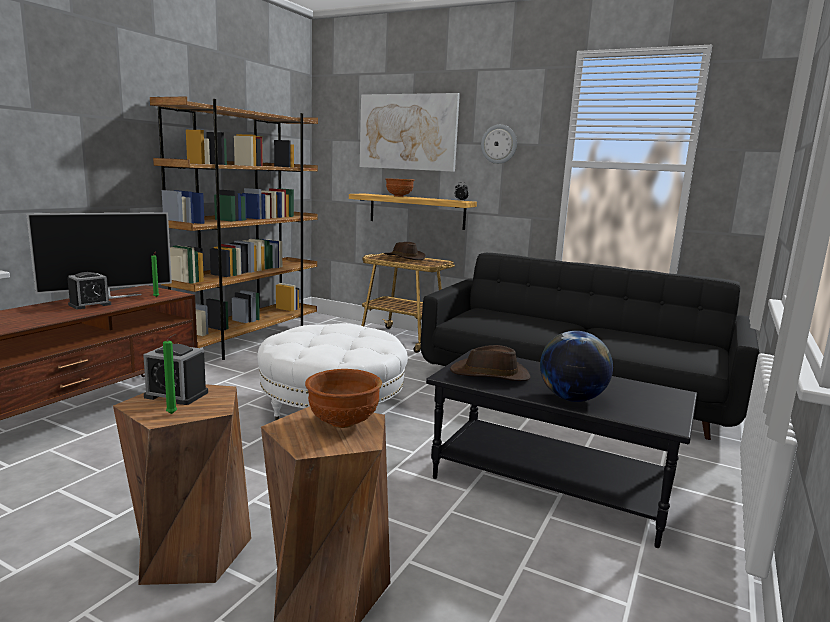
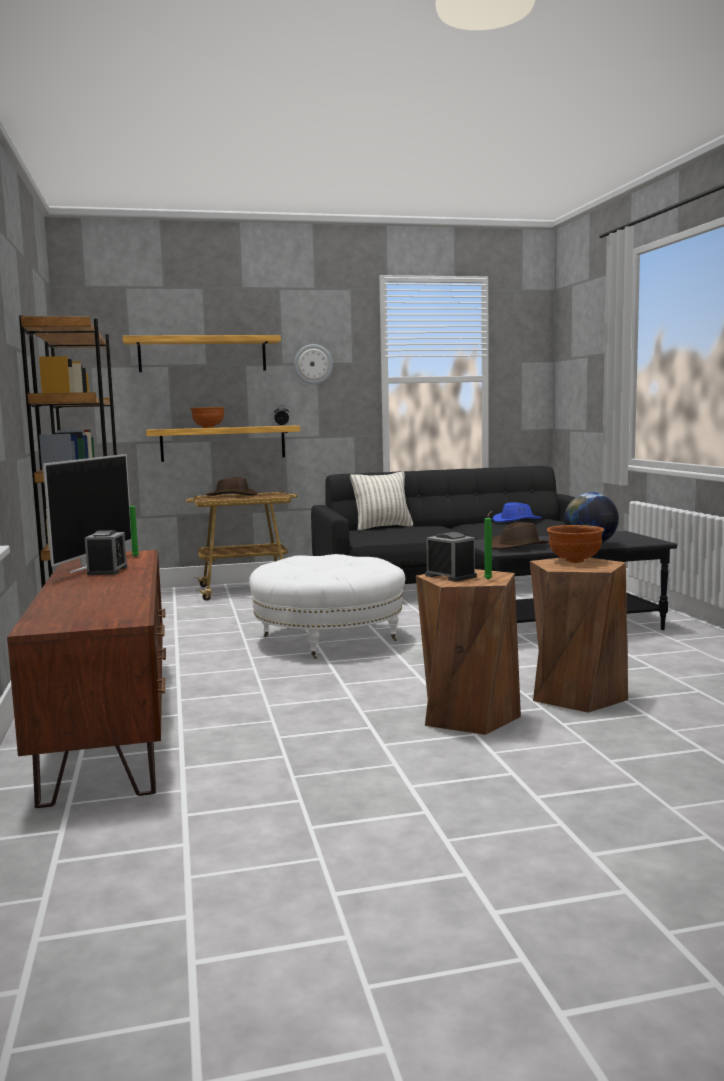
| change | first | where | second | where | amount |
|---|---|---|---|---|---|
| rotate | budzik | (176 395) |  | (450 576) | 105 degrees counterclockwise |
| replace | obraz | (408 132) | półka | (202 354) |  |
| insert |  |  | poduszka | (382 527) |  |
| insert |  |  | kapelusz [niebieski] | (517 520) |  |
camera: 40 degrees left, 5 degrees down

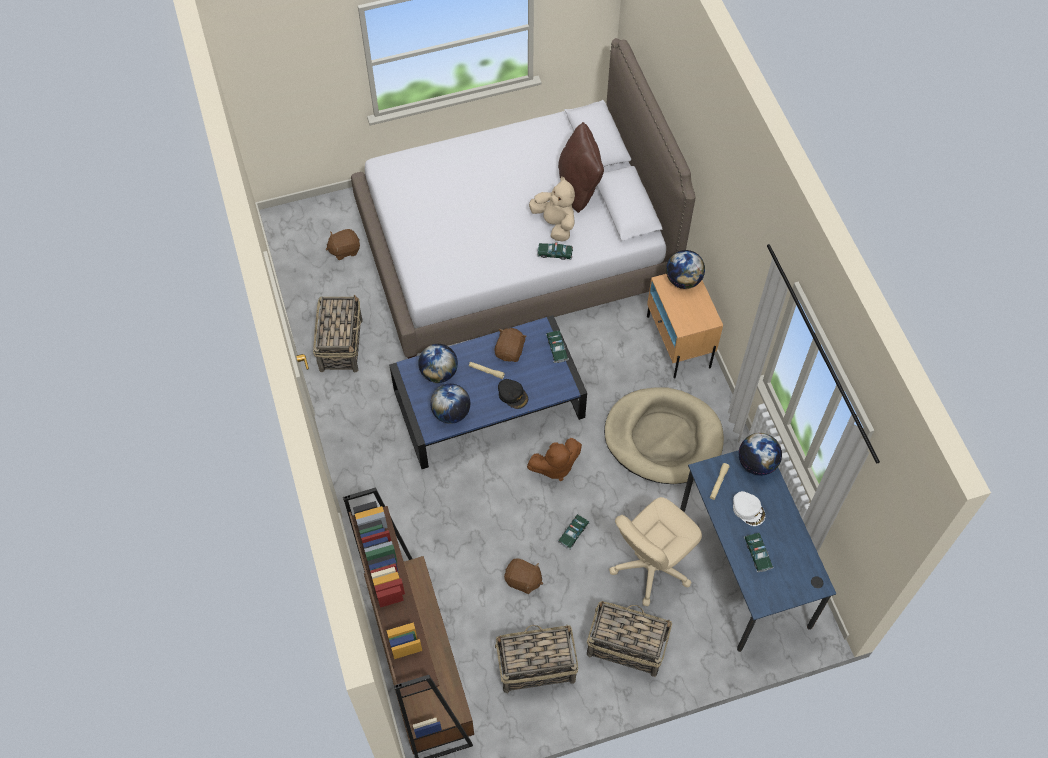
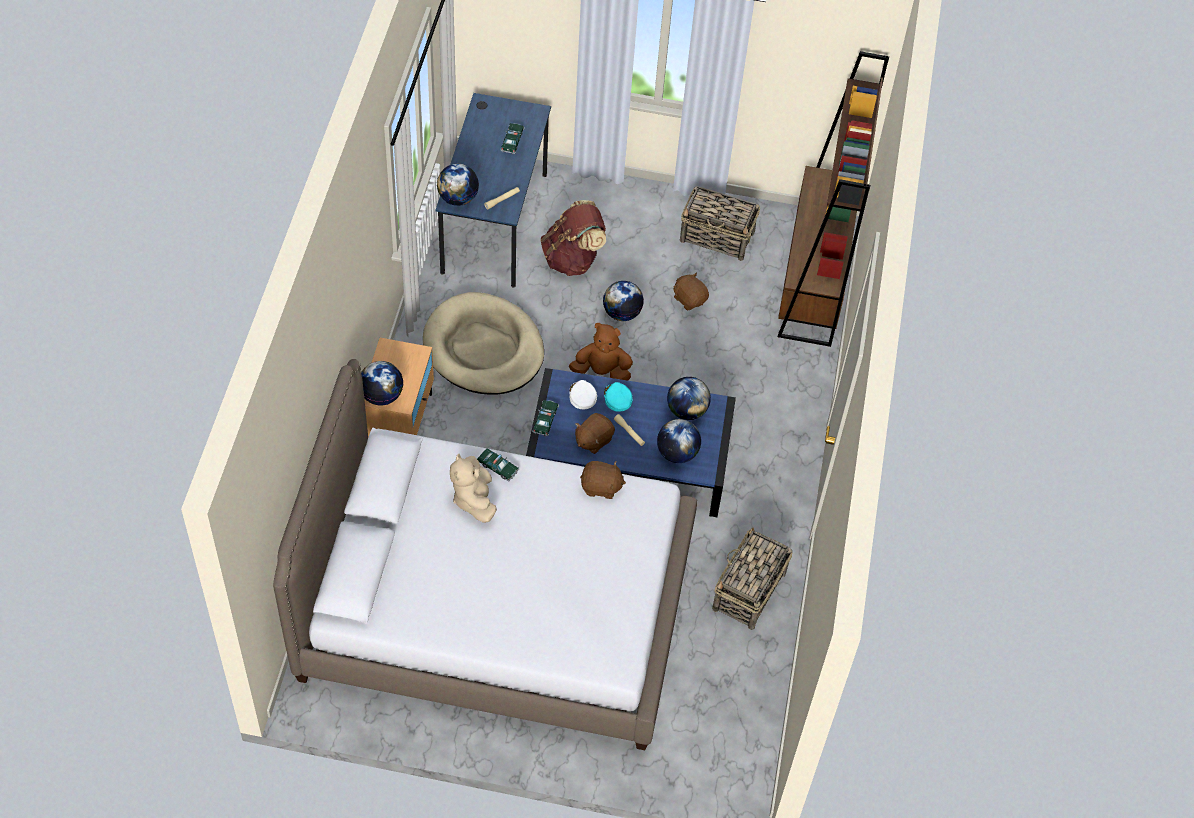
| change | first | where | second | where | amount |
|---|---|---|---|---|---|
| move | pluszak [brązowy] | (344 250) |  | (601 487) |  |
| recolor | czapka z daszkiem [czarny] | (513 395) | czapka z daszkiem [turkusowy] | (617 398) |  |
| delete | poduszka [brązowy] | (579 187) |  |  |  |
| replace | samochodzik | (573 533) | globus | (622 313) |  |
| delete | koszyk | (625 646) |  |  |  |
| replace | krzesło biurowe [beżowy] | (651 566) | plecak [brązowy] | (572 259) |  |
| move | czapka z daszkiem [biały] | (748 510) |  | (582 396) |  |
camera: 155 degrees left, 5 degrees down

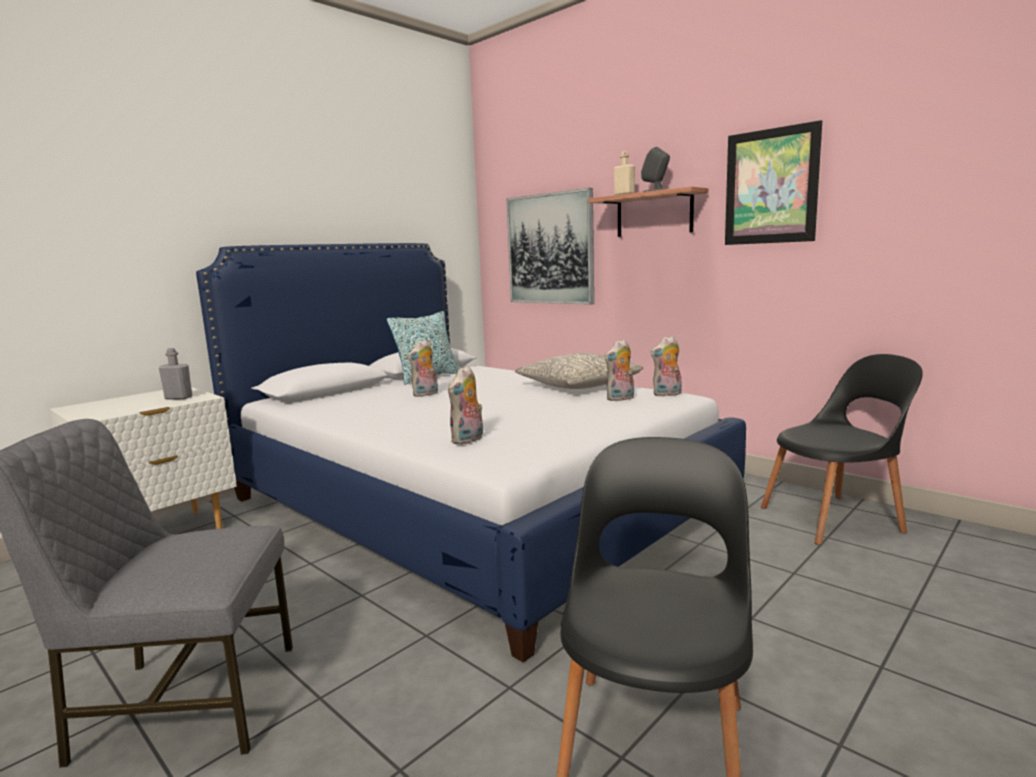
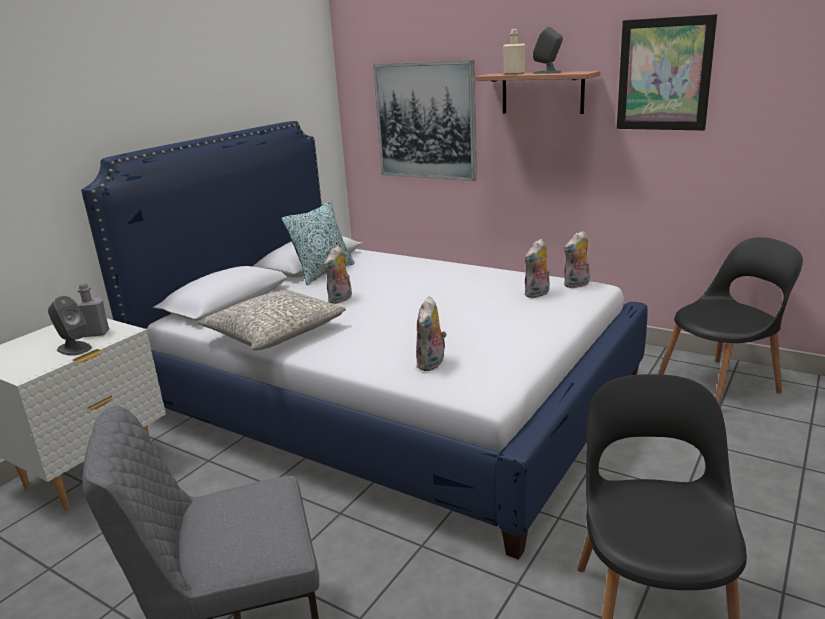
| change | first | where | second | where | amount |
|---|---|---|---|---|---|
| move | poduszka [szary] | (579 385) |  | (275 333) |  |
| insert |  |  | głośnik [szary] | (74 348) |  |
camera: 10 degrees left, 10 degrees up

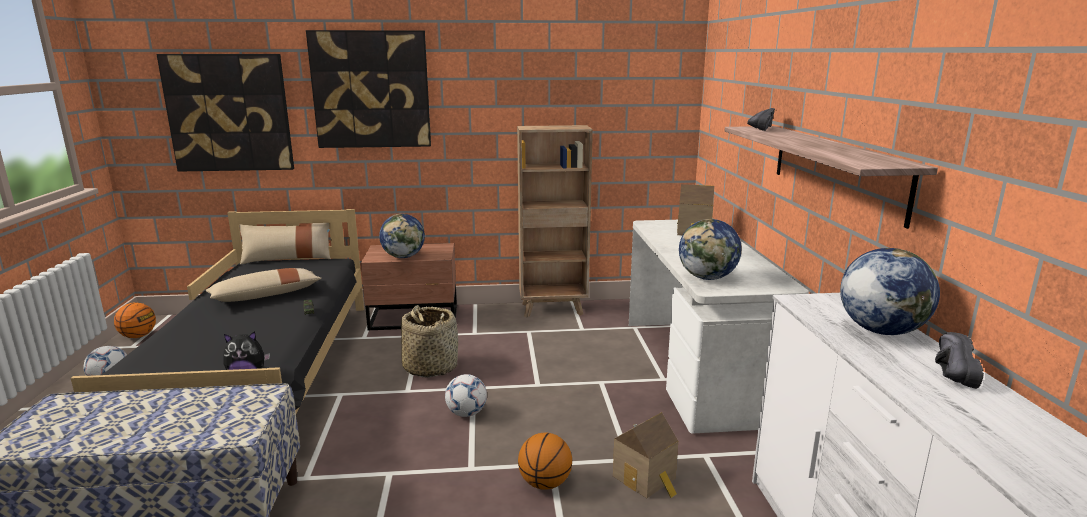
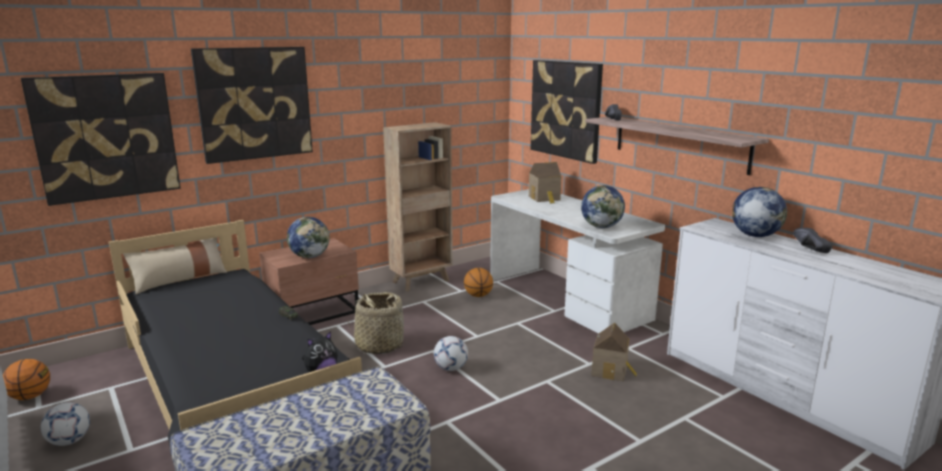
| change | first | where | second | where | amount |
|---|---|---|---|---|---|
| delete | poduszka [beżowy] | (266 295) |  |  |  |
| move | piłka do koszykówki | (544 483) |  | (478 296) |  |
| insert |  |  | obraz | (566 109) |  |
camera: 30 degrees left, 0 degrees up

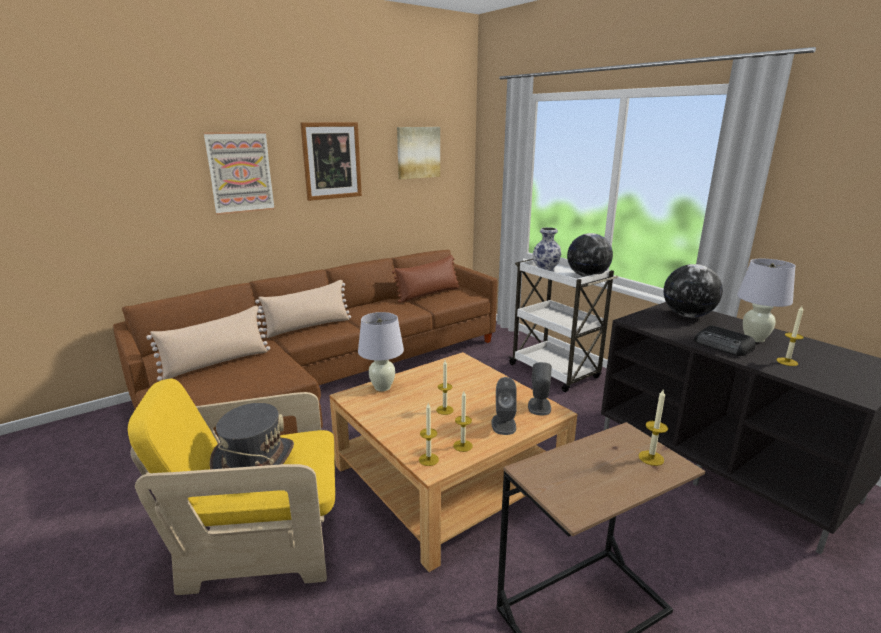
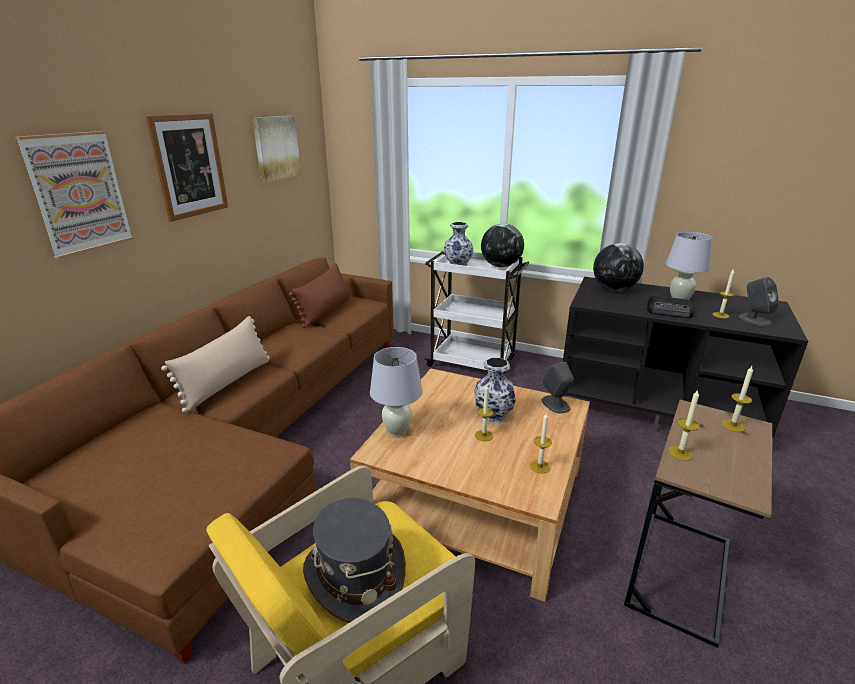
| change | first | where | second | where | amount |
|---|---|---|---|---|---|
| delete | poduszka [beżowy] | (216 363) |  |  |  |
| move | świeca | (428 459) |  | (680 453) |  |
| move | głośnik [szary] | (503 424) |  | (754 320) |  |
| insert |  |  | wazon | (493 415) |  |
camera: 30 degrees left, 5 degrees up

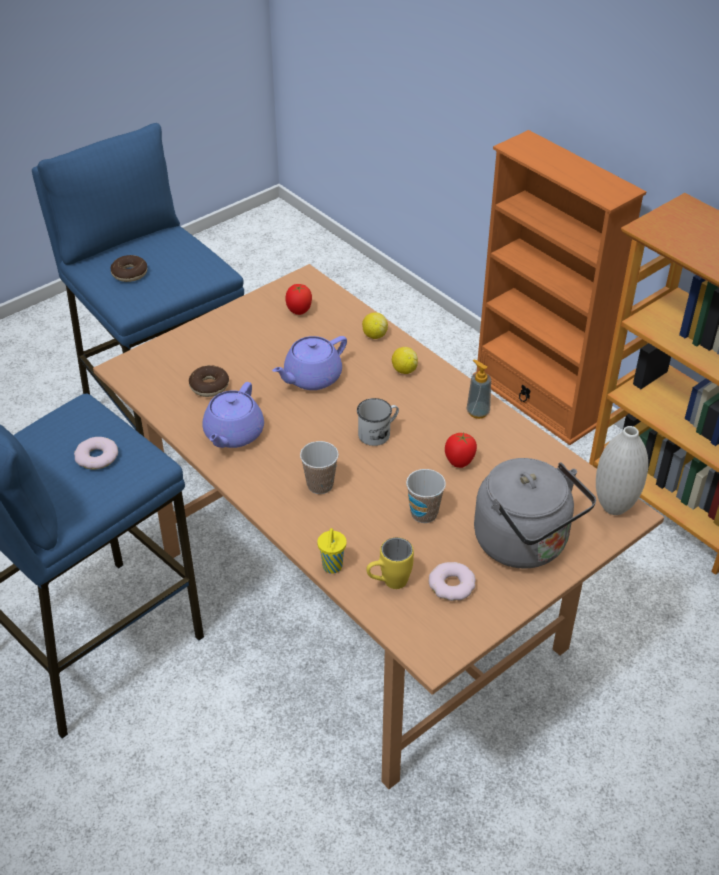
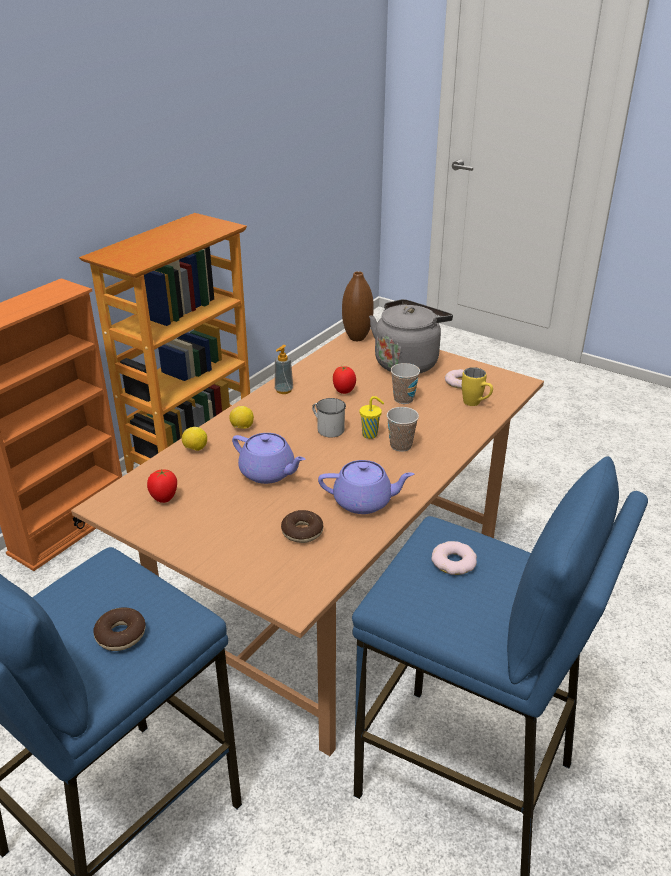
| change | first | where | second | where | amount |
|---|---|---|---|---|---|
| move | filiżanka [żółty] | (332 567) |  | (371 434) |  |
| recolor | wazon [biały] | (614 507) | wazon [brązowy] | (357 338) |  |
camera: 105 degrees left, 10 degrees down

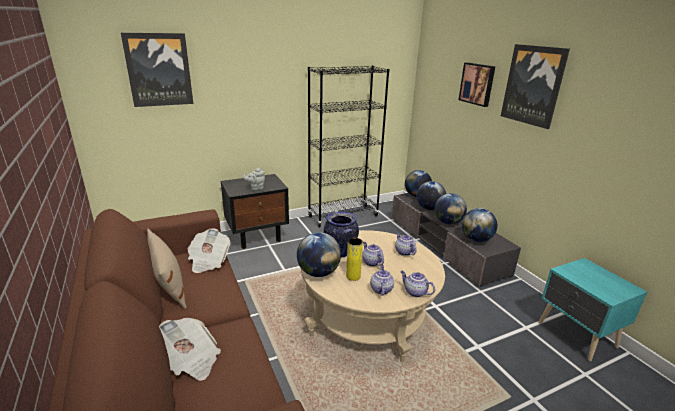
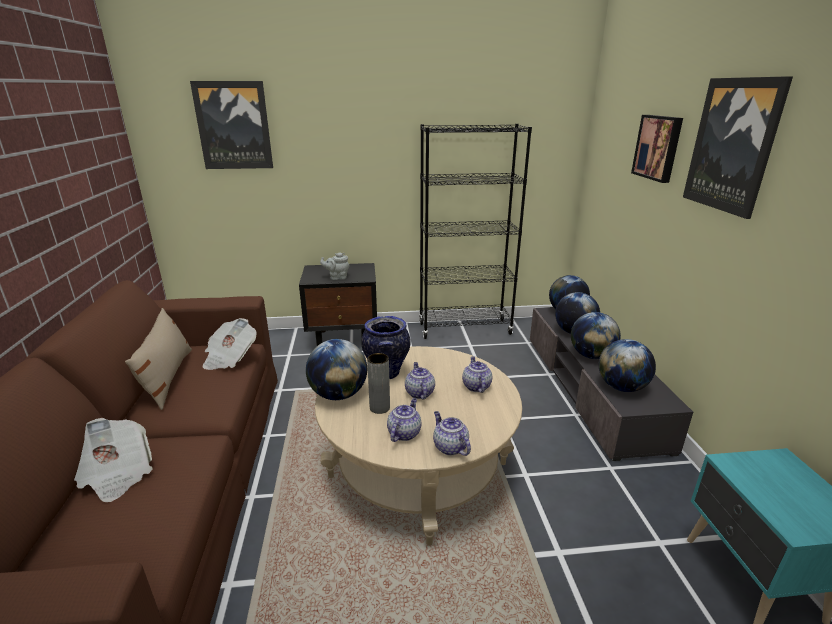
| change | first | where | second | where | amount |
|---|---|---|---|---|---|
| recolor | wazon [żółty] | (353 276) | wazon [szary] | (379 407) |  |
camera: 20 degrees right, 0 degrees up

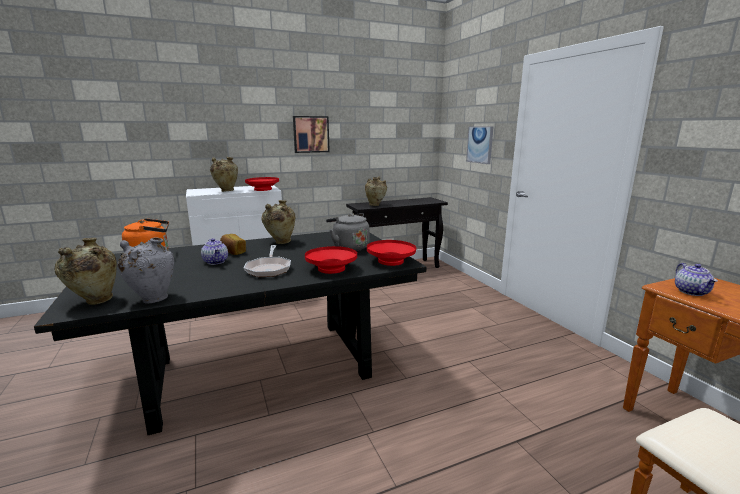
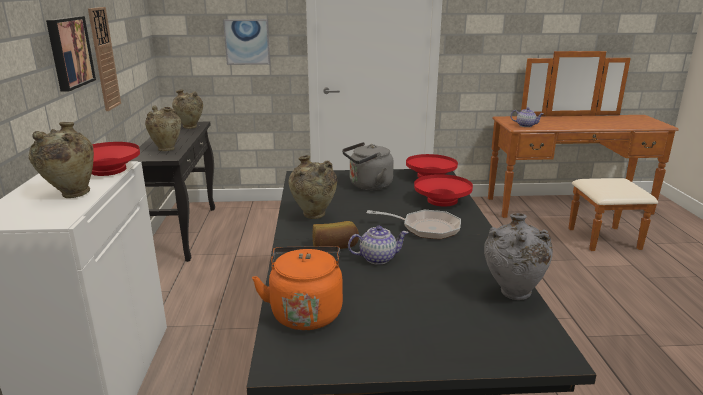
| change | first | where | second | where | amount |
|---|---|---|---|---|---|
| move | wazon [beżowy] | (95 301) |  | (190 127) |  |
| insert |  |  | zegar ścienny | (104 59) |  |
camera: 70 degrees left, 5 degrees up

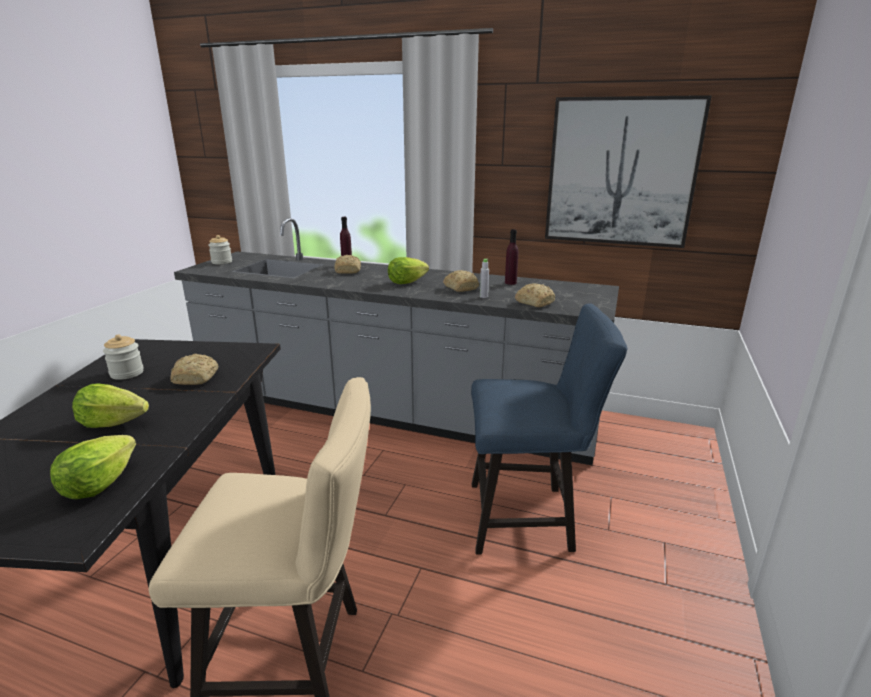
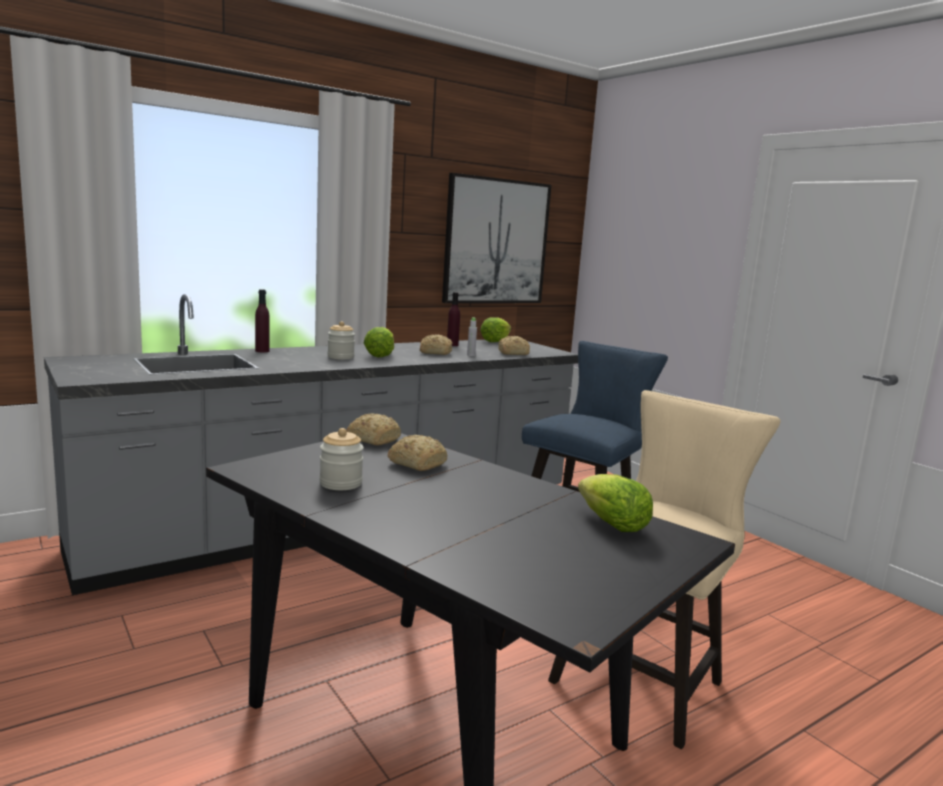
| change | first | where | second | where | amount |
|---|---|---|---|---|---|
| move | sałata | (112 423) |  | (495 341) |  |
| move | słoik | (222 262) |  | (340 357) |  |
| move | chleb | (348 271) |  | (373 439) |  |
camera: 55 degrees left, 10 degrees down

